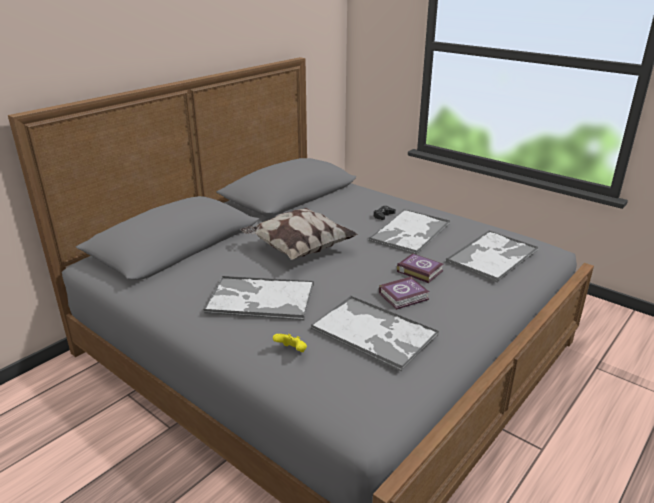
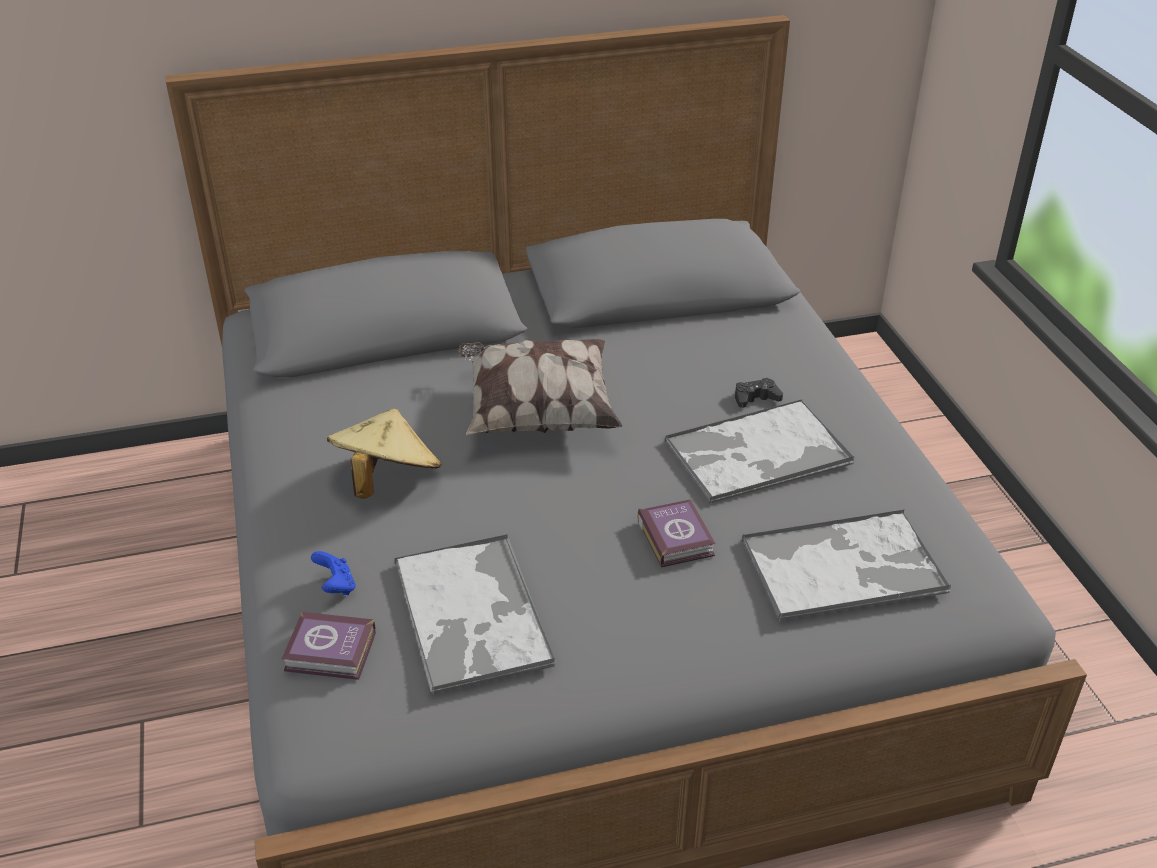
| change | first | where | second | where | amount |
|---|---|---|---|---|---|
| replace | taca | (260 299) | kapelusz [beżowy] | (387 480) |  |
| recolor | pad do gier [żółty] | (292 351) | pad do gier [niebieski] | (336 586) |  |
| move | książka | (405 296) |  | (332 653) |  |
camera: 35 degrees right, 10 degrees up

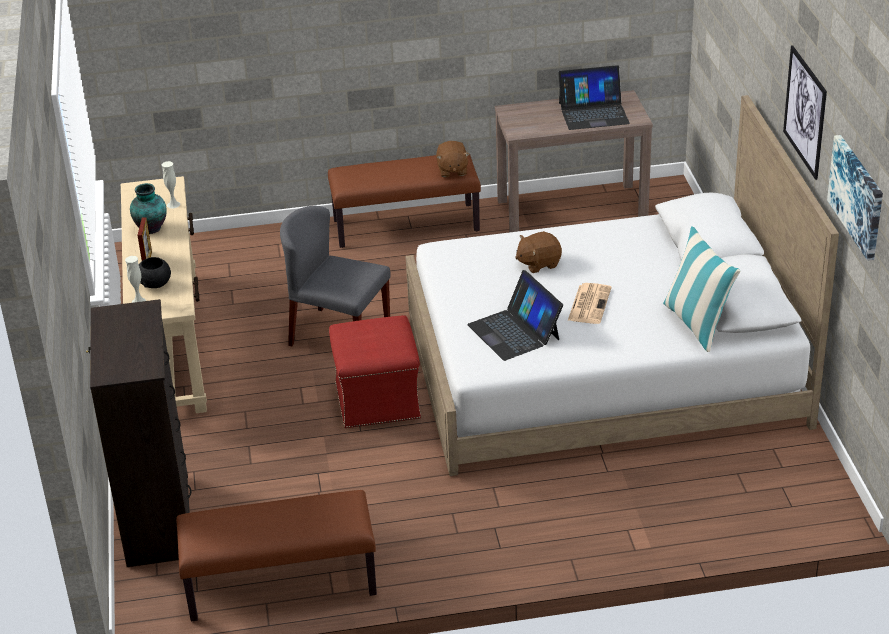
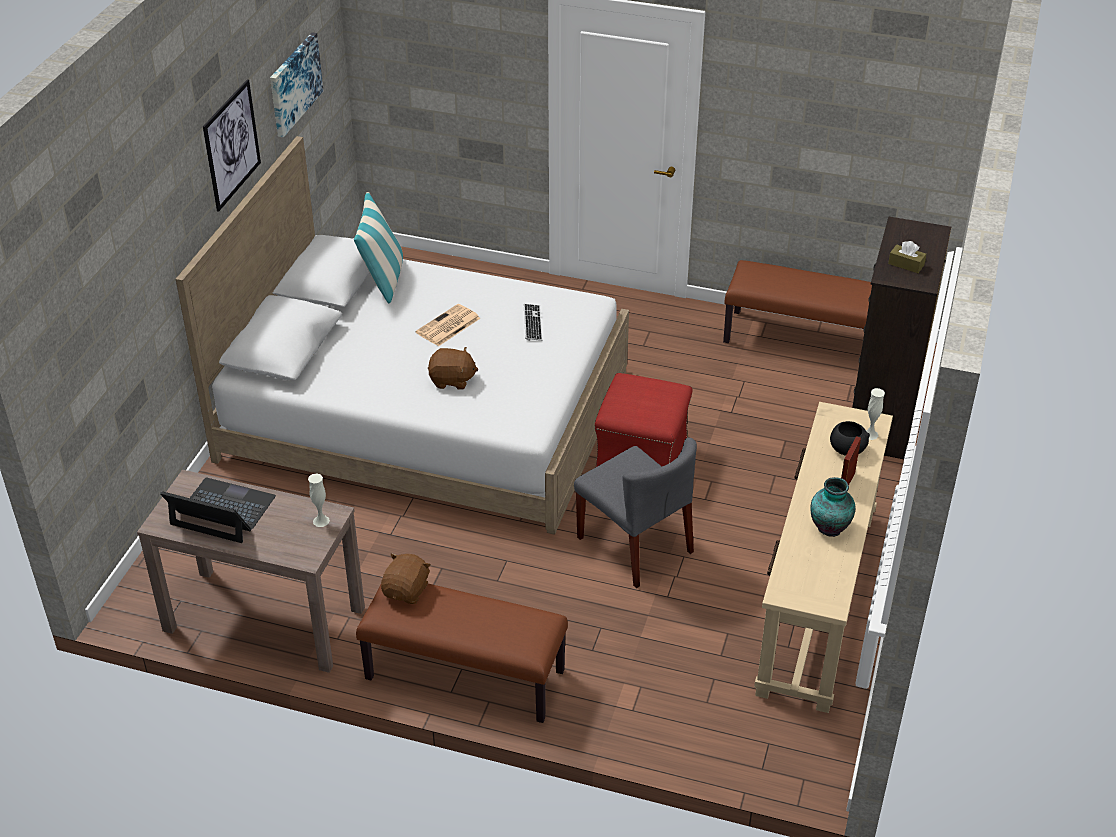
| change | first | where | second | where | amount |
|---|---|---|---|---|---|
| move | wazon [biały] | (173 204) |  | (321 521) |  |
| replace | laptop | (514 332) | klawiatura | (532 323) |  |
| insert |  |  | pudełko chusteczek [brązowy] | (906 264) |  |
camera: 155 degrees left, 5 degrees up

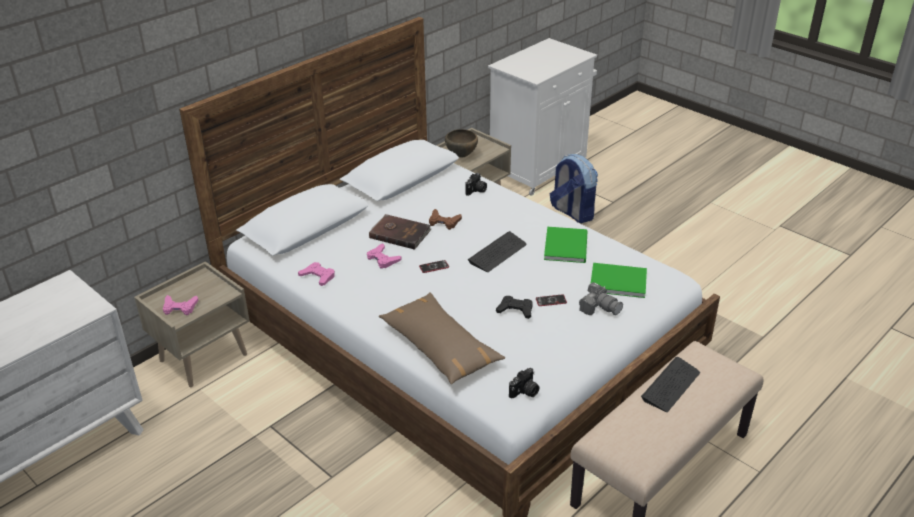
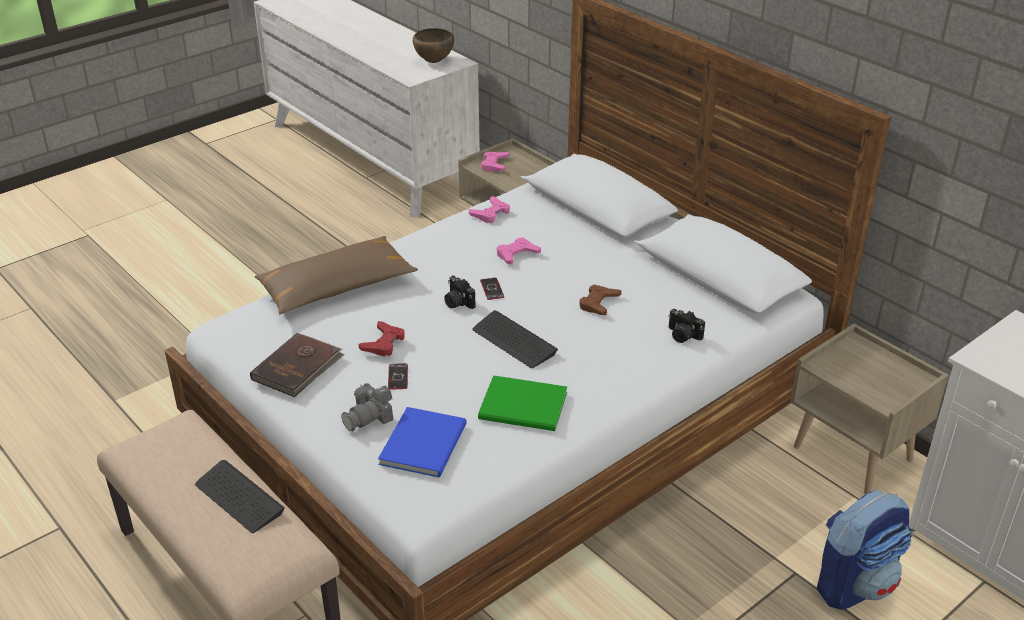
| change | first | where | second | where | amount |
|---|---|---|---|---|---|
| move | książka [brązowy] | (400 233) |  | (298 368) |  |
| move | miska [brązowy] | (462 155) |  | (434 62) |  |
| recolor | pad do gier [czarny] | (515 310) | pad do gier [czerwony] | (383 343) |  |
| move | aparat fotograficzny | (525 392) |  | (457 302) |  |
| recolor | książka [zielony] | (616 280) | książka [niebieski] | (426 443) |  |
camera: 95 degrees right, 0 degrees up

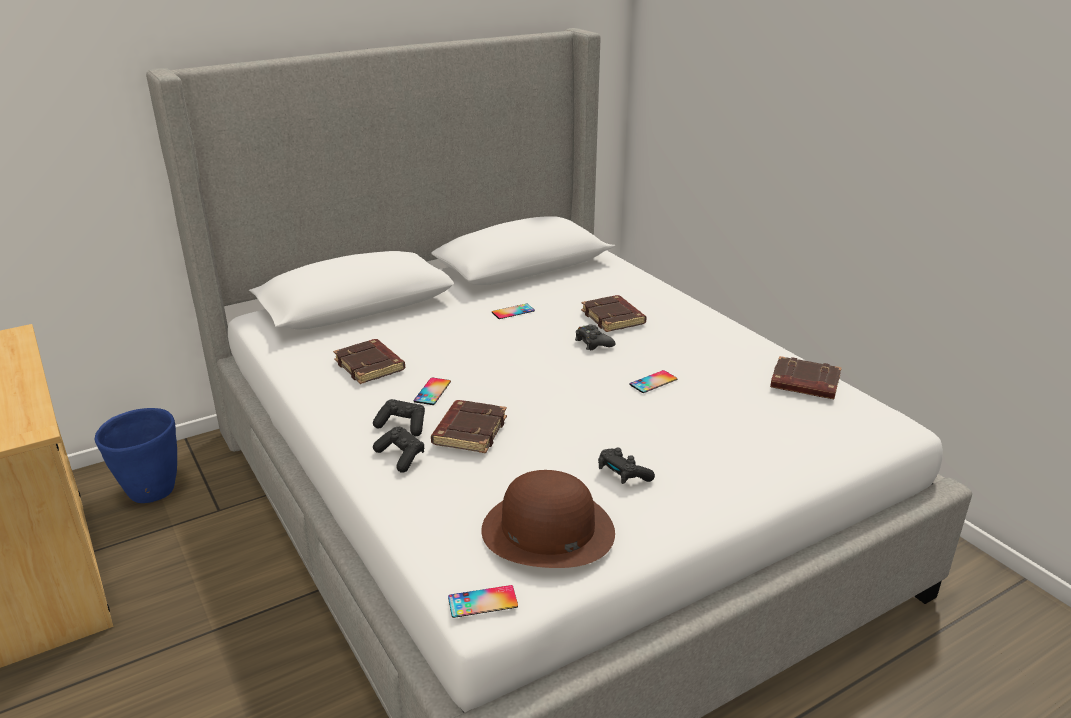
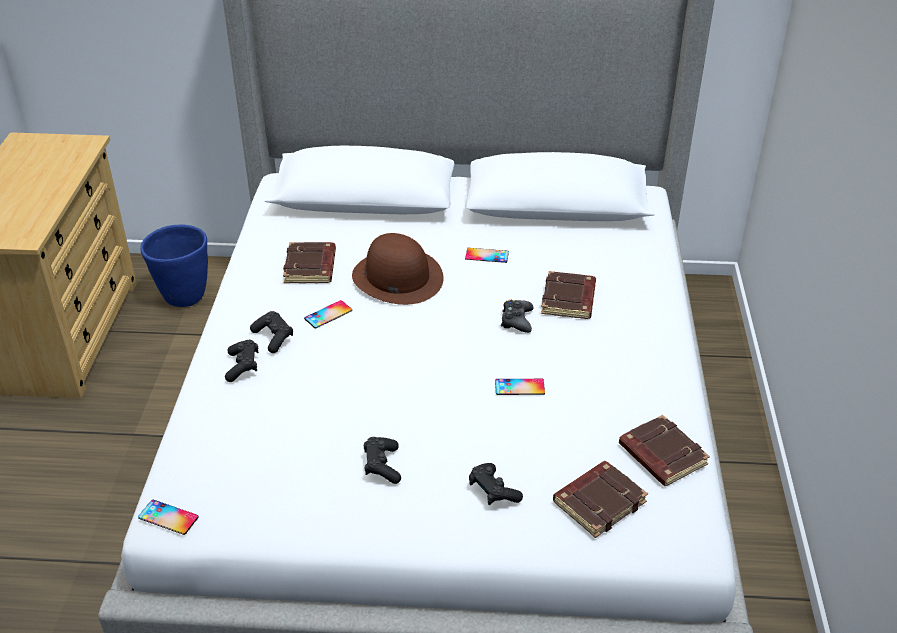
| change | first | where | second | where | amount |
|---|---|---|---|---|---|
| move | książka [brązowy] | (469 431) |  | (599 501) |  |
| move | kapelusz [brązowy] | (547 530) |  | (397 277) |  |
| insert |  |  | pad do gier [czarny] | (493 491) |  |
camera: 35 degrees right, 10 degrees up

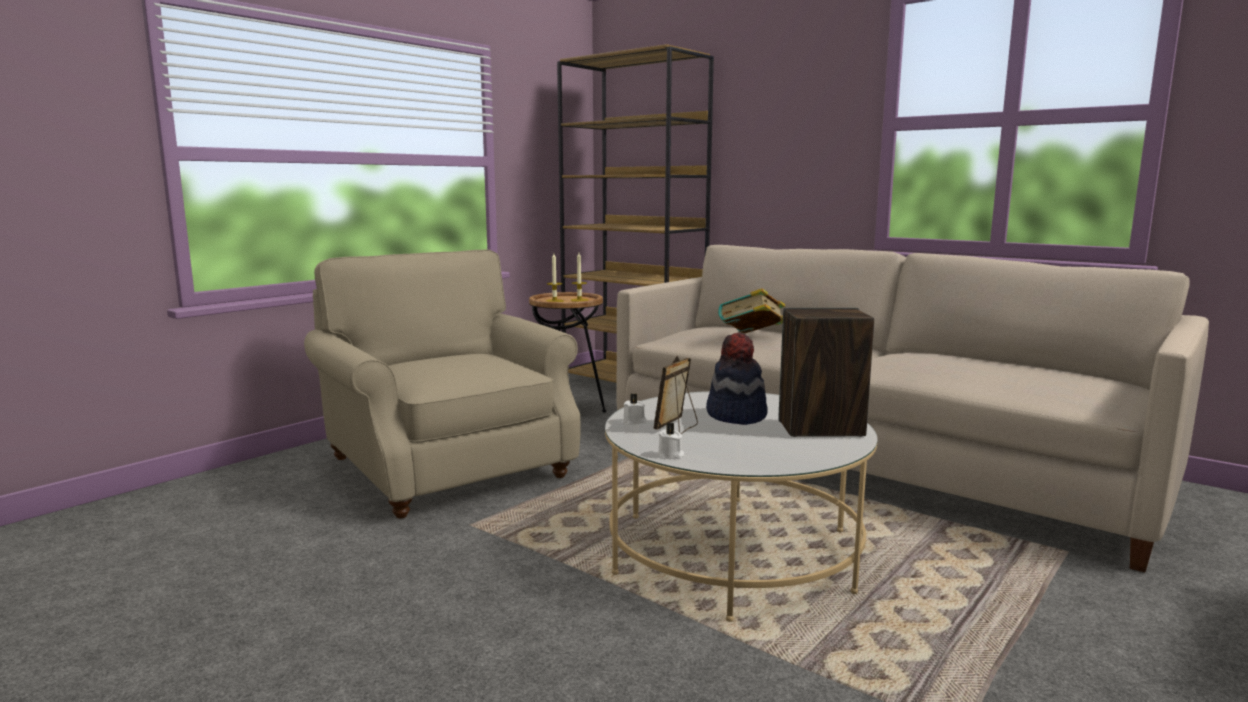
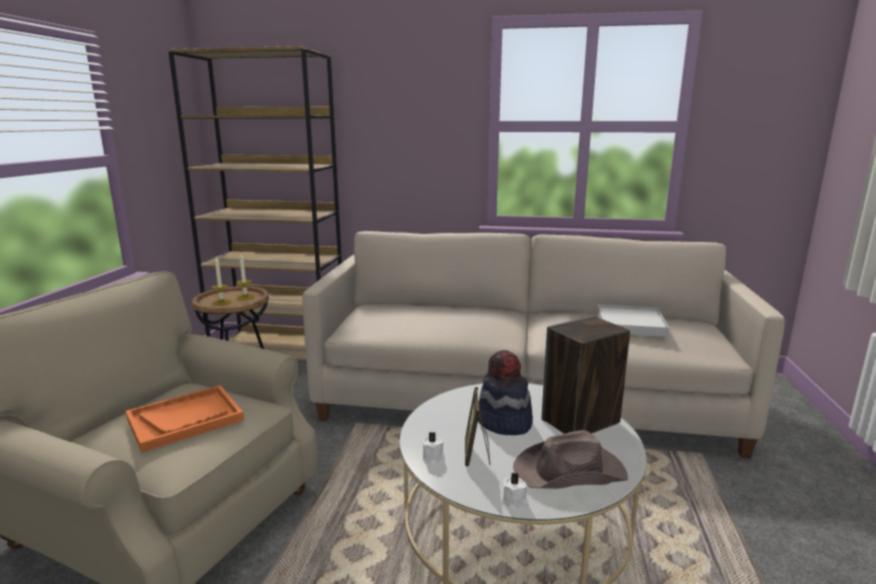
| change | first | where | second | where | amount |
|---|---|---|---|---|---|
| delete | książka | (752 338) |  |  |  |
| insert |  |  | taca [pomarańczowy] | (185 419) |  |
| insert |  |  | kapelusz [brązowy] | (570 472) |  |
| insert |  |  | taca [biały] | (630 324) |  |
camera: 30 degrees left, 5 degrees up

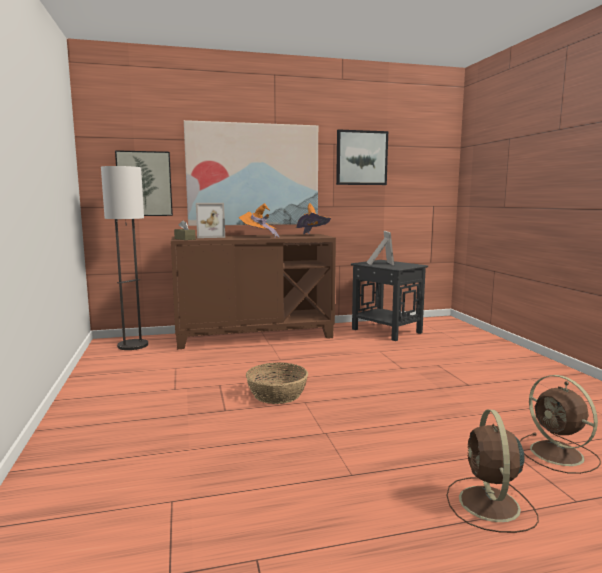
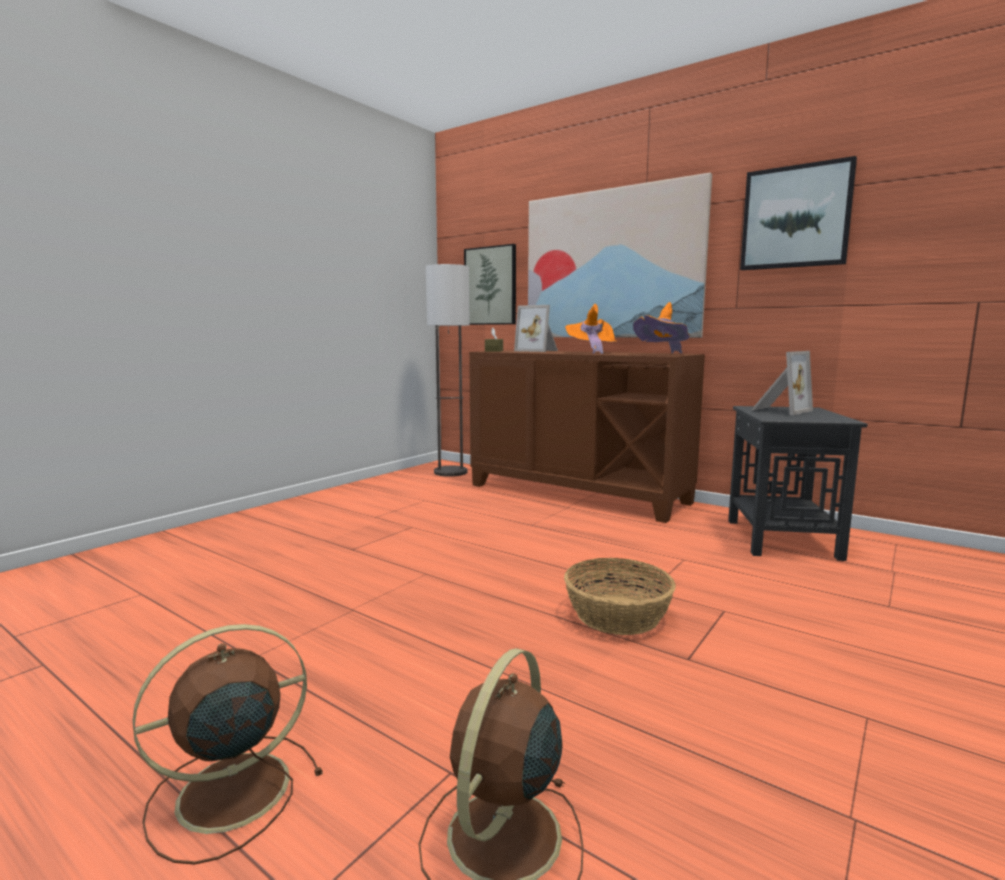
| change | first | where | second | where | amount |
|---|---|---|---|---|---|
| move | koszyk | (277 394) |  | (618 615) |  |
camera: 50 degrees right, 0 degrees up

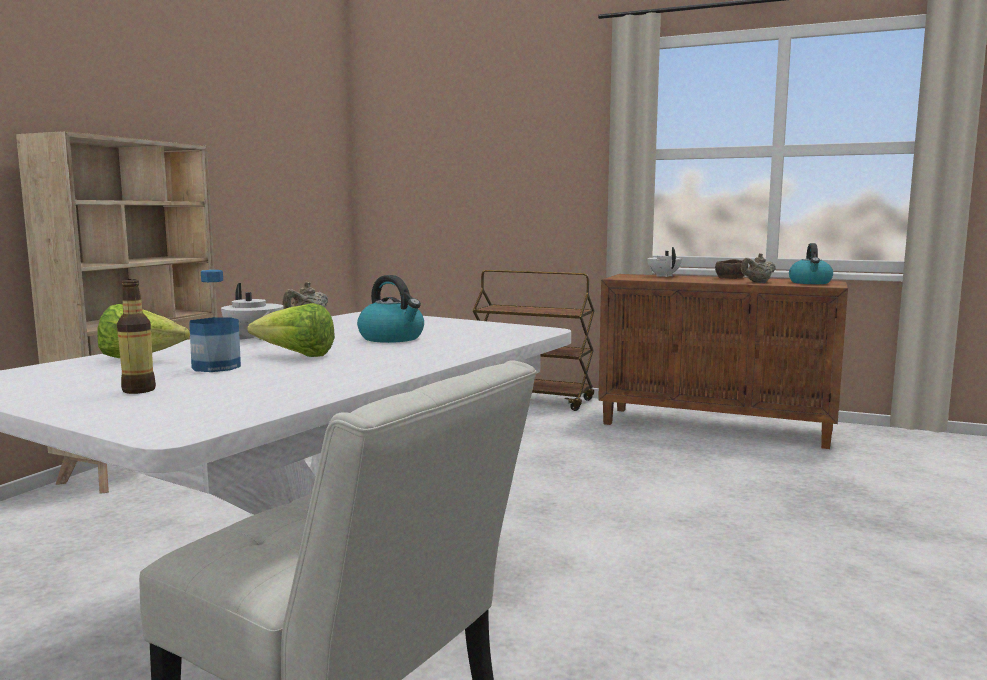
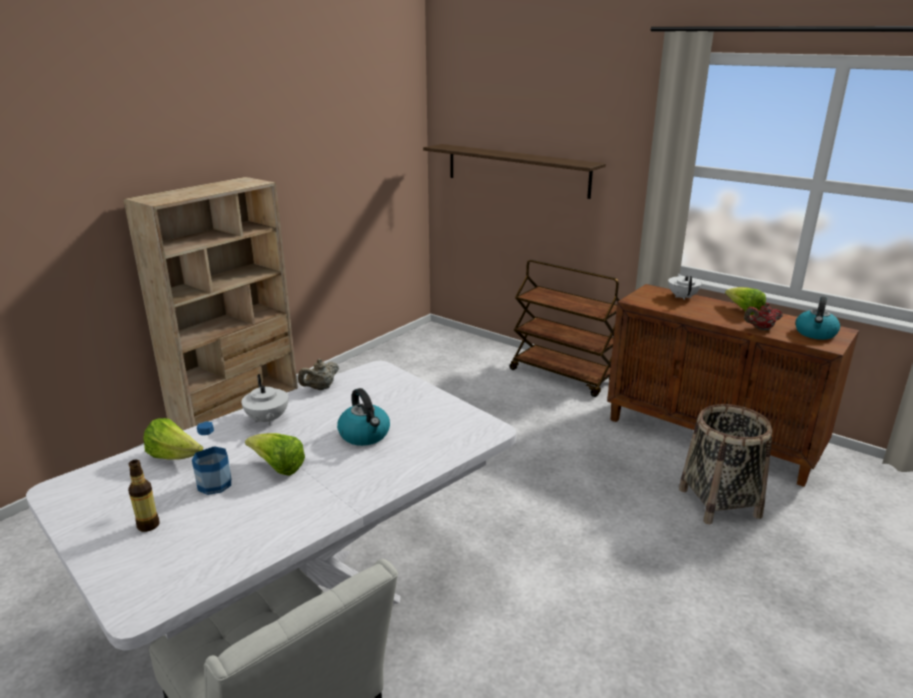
| change | first | where | second | where | amount |
|---|---|---|---|---|---|
| replace | miska [brązowy] | (731 278) | sałata | (744 311) |  |
| recolor | imbryk [beżowy] | (757 283) | imbryk [czerwony] | (760 329) |  |
| insert |  |  | półka | (516 170) |  |
| insert |  |  | koszyk | (719 503) |  |
camera: 15 degrees right, 15 degrees up

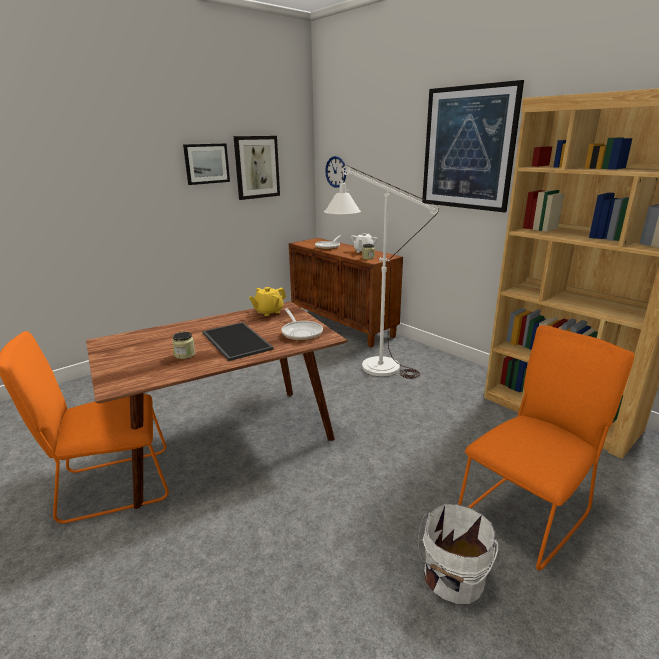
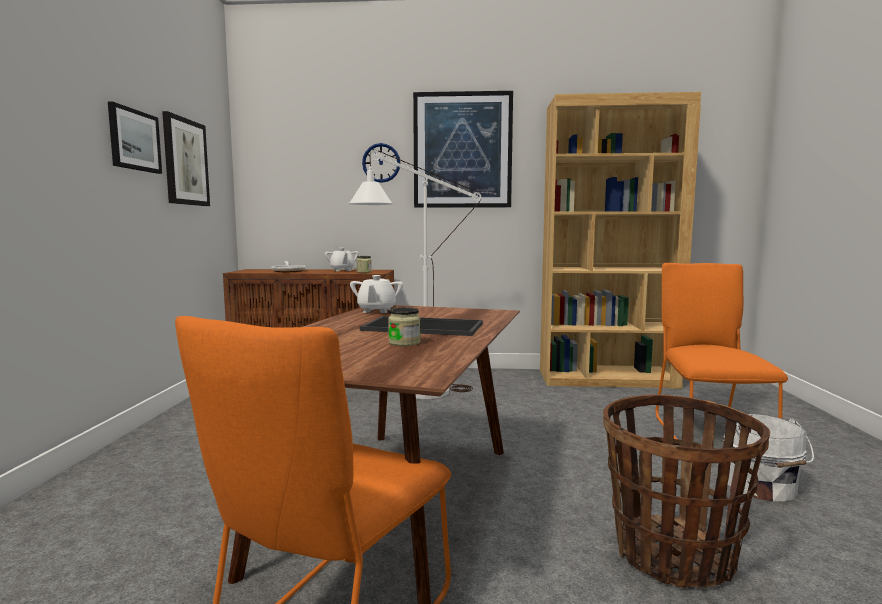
| change | first | where | second | where | amount |
|---|---|---|---|---|---|
| recolor | imbryk [żółty] | (268 312) | imbryk [biały] | (376 310) |  |
| delete | patelnia | (301 332) |  |  |  |
| move | zegar ścienny | (336 172) |  | (381 163) |  |
| insert |  |  | koszyk | (673 555) |  |
camera: 45 degrees left, 15 degrees down

